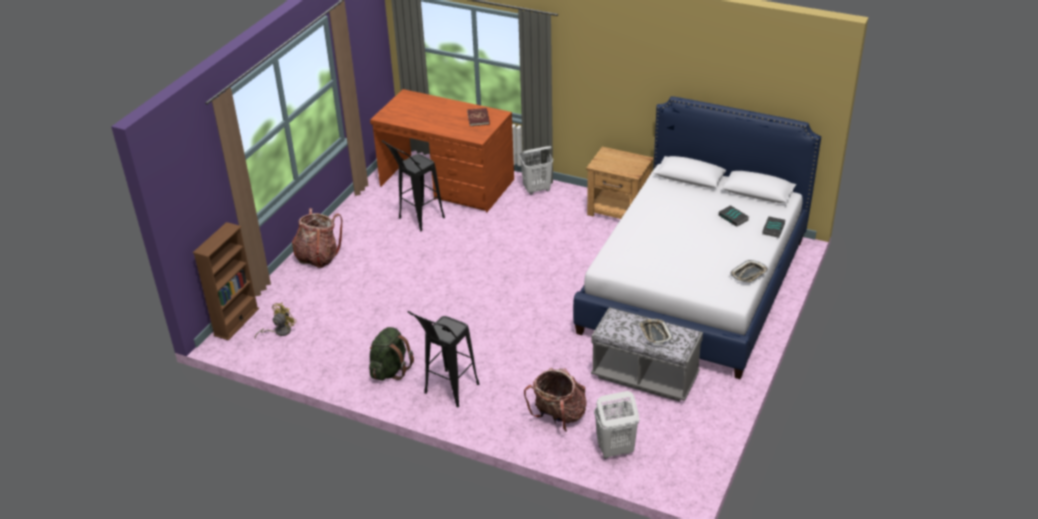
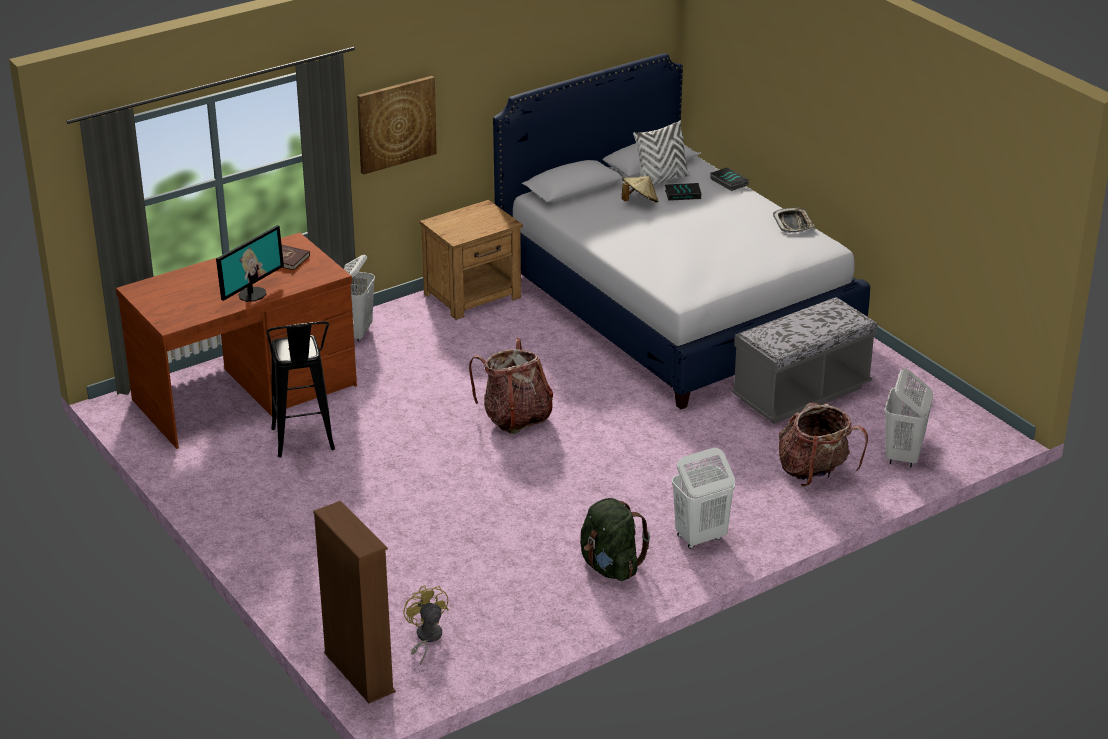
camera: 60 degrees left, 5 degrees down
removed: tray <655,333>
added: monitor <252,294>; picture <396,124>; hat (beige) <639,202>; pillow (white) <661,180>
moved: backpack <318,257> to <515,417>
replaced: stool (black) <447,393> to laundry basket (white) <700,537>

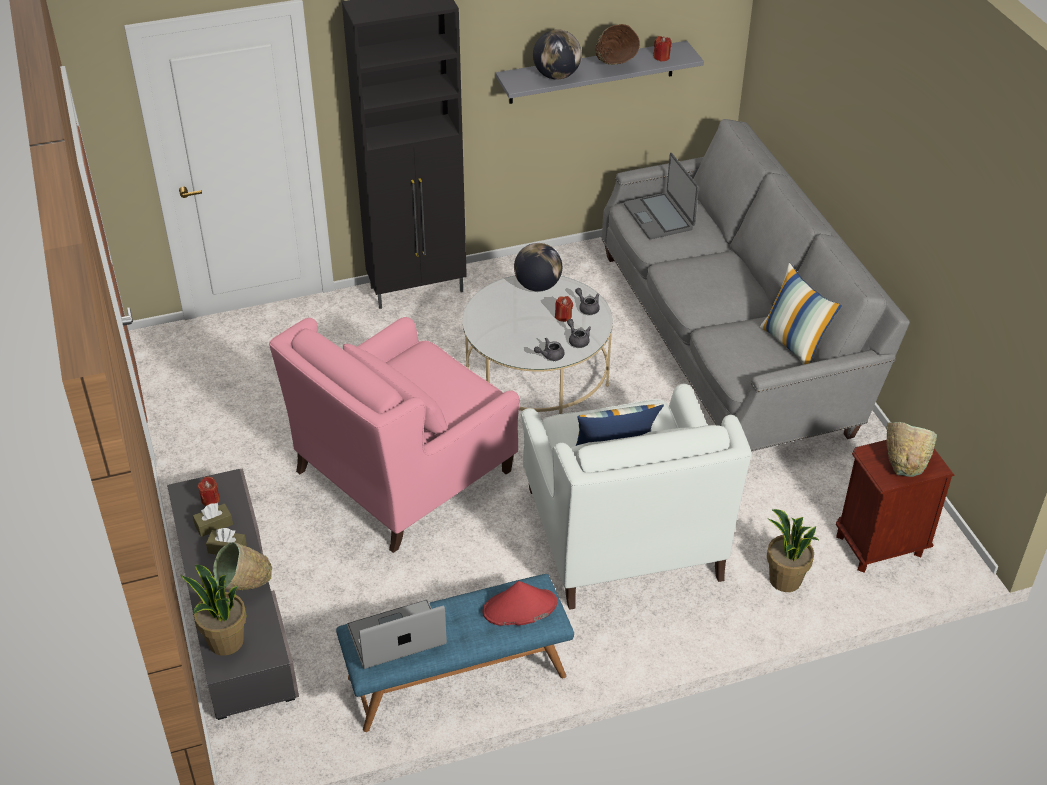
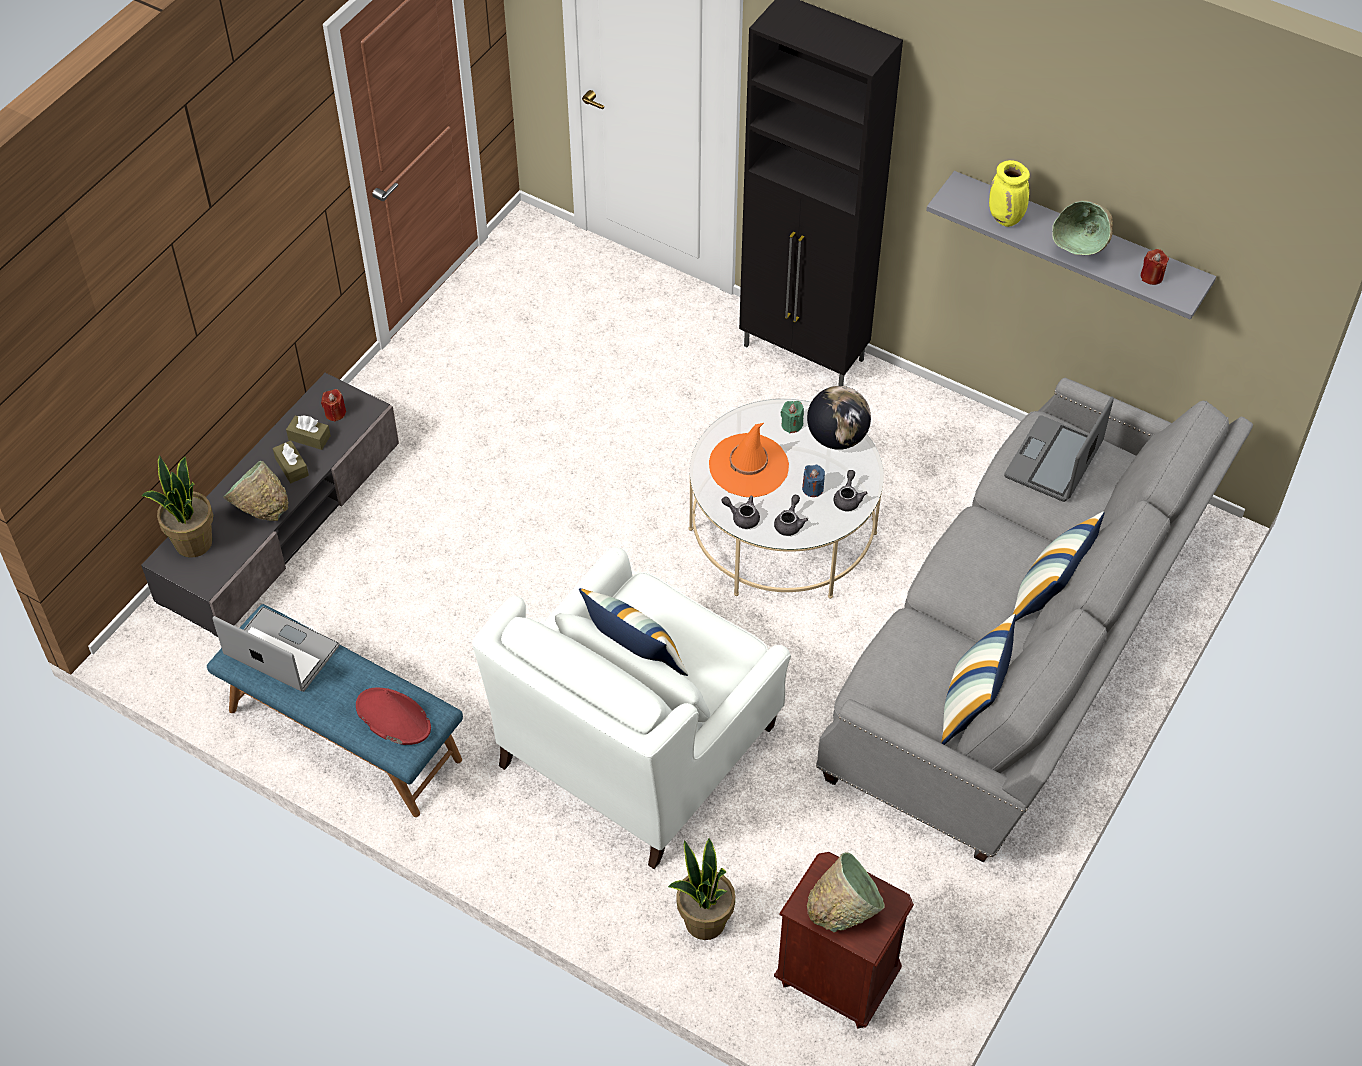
camera: 50 degrees right, 10 degrees up
removed: armchair (pink) <404,470>
added: hat (orange) <748,466>; candle (green) <791,425>; pillow <1049,596>
replaced: globe <556,76> to vase (yellow) <1006,219>
recoloured: candle (red) <563,316> to candle (blue) <812,488>; bowl (brown) <614,67> to bowl (green) <1081,252>

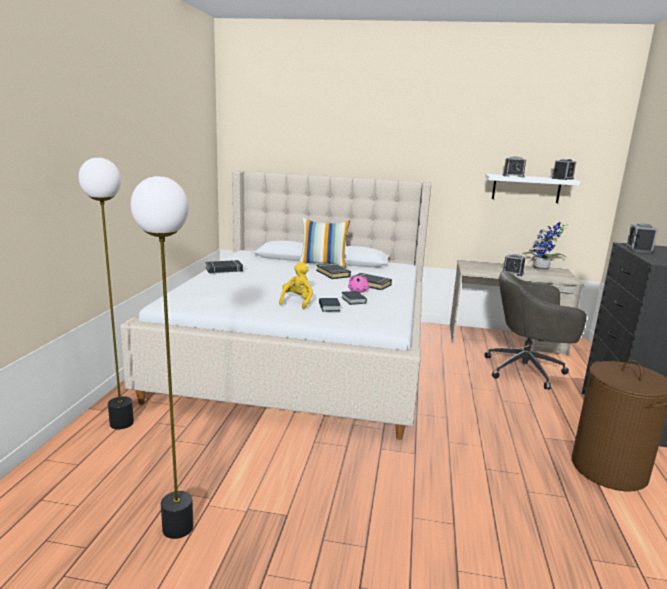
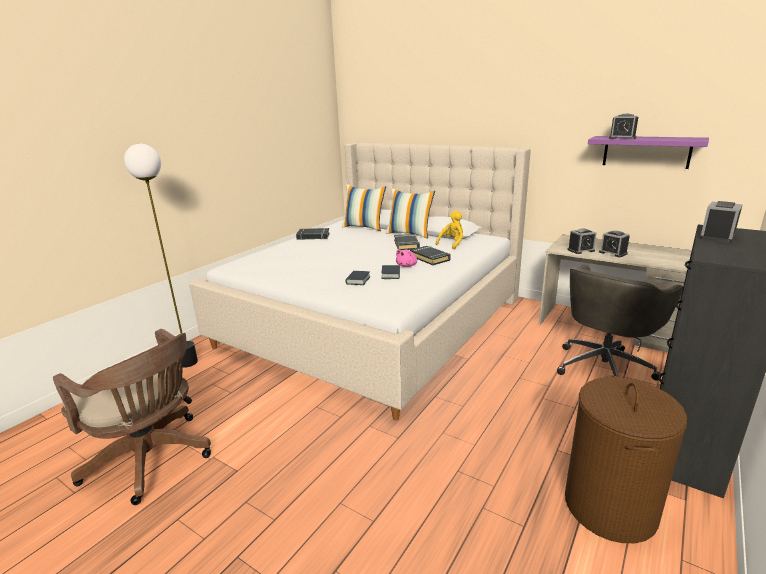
camera: 25 degrees right, 5 degrees up
removed: potted plant <542,269>
added: pillow <364,227>
moved: plush toy (yellow) <297,302> to <452,244>; alarm clock <562,179> to <580,250>
replaced: floor lamp <178,528> to office chair (brown) <152,460>
recoloured: shelf (white) <526,188> to shelf (purple) <646,152>
turned: office chair (grey) <526,370> = <604,367> 75 degrees counterclockwise

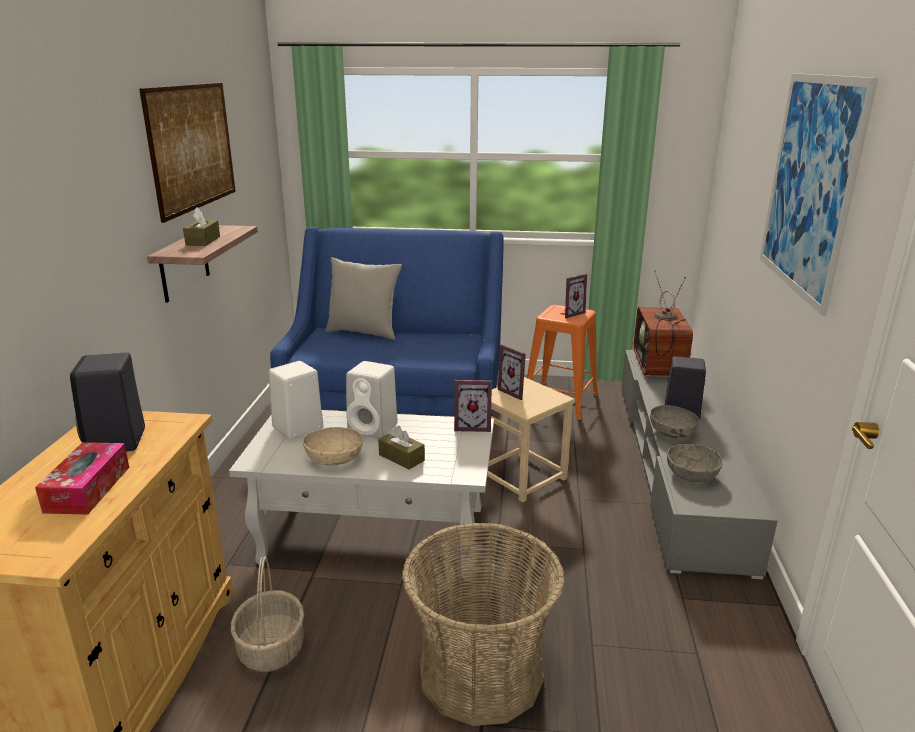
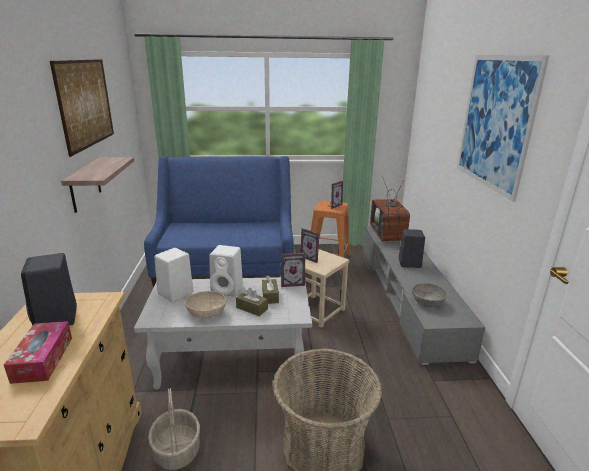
camera: 10 degrees left, 0 degrees up
removed: pillow (grey) <364,332>; bowl (grey) <672,432>
moved: tissue box (brown) <203,241> to <270,296>

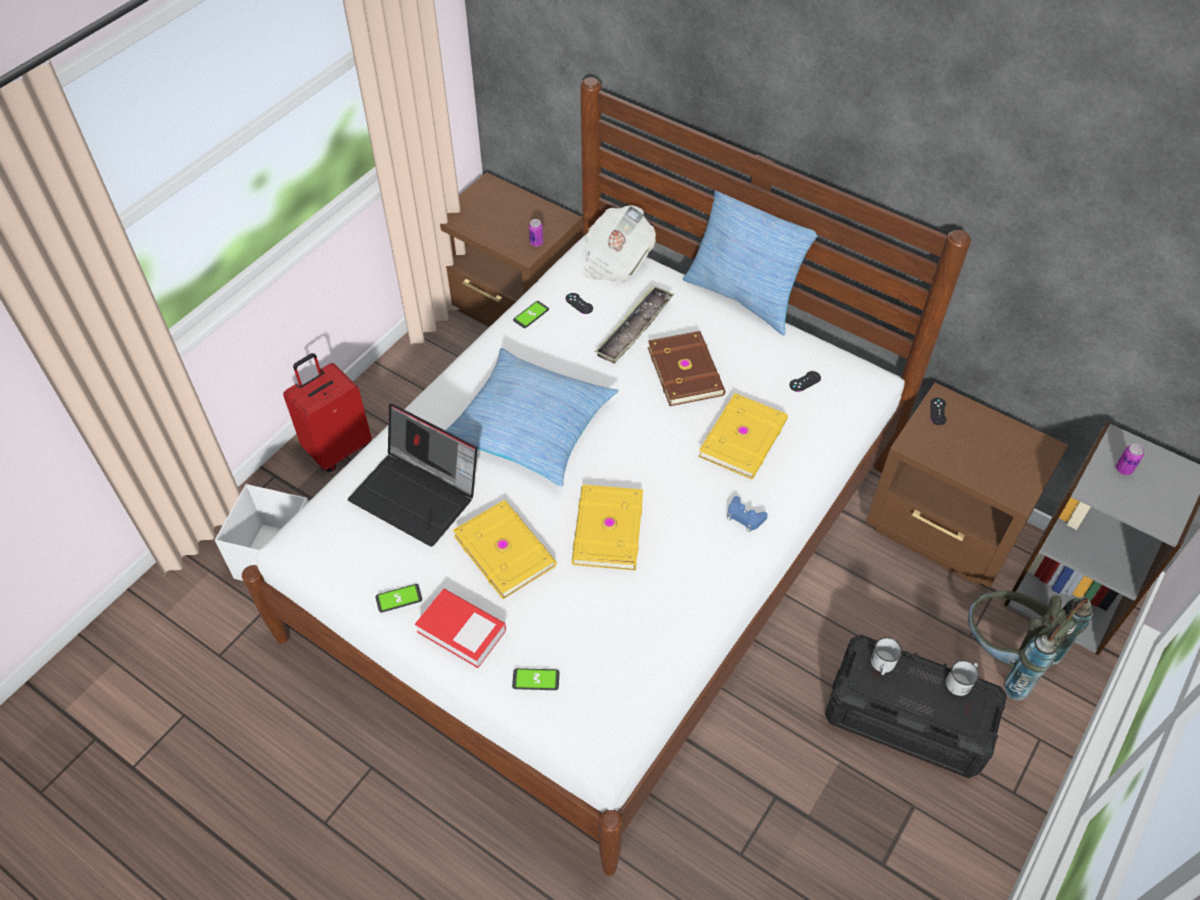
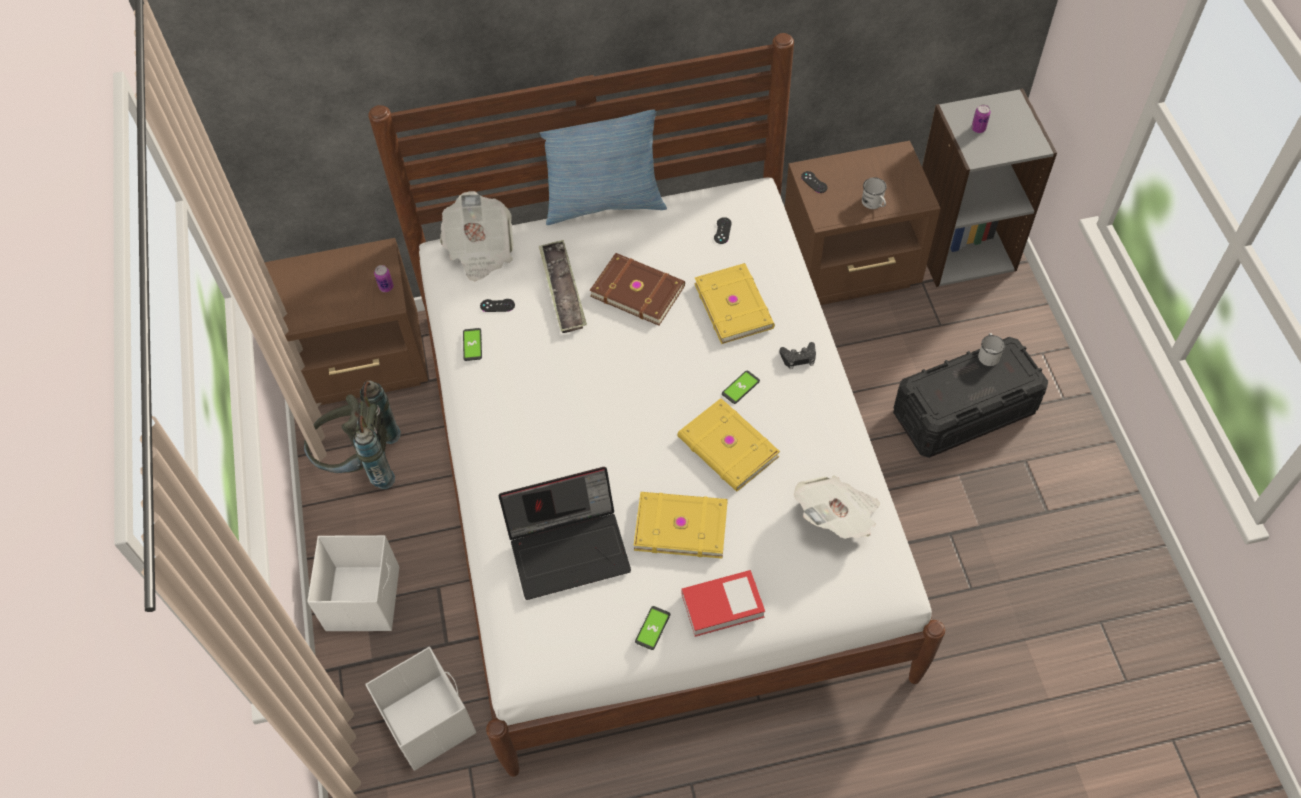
camera: 45 degrees left, 5 degrees up
removed: pillow <530,426>
added: newspaper <837,517>
moved: backpack (grey) <1003,656> to <360,463>; phone <536,680> to <740,387>; mug (white) <882,665> to <874,204>
replaced: suitcase (red) <338,448> to storage box (white) <364,598>
recoloured: game controller (blue) <744,517> to game controller (black) <798,358>

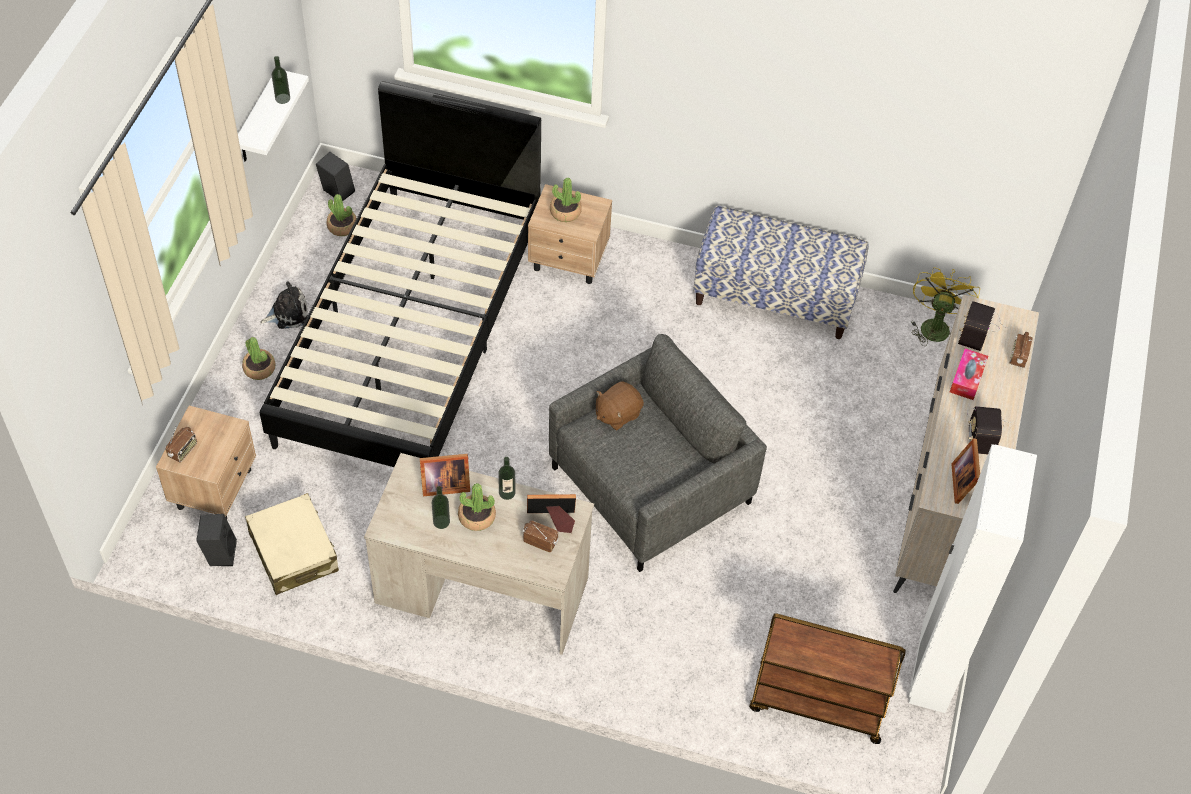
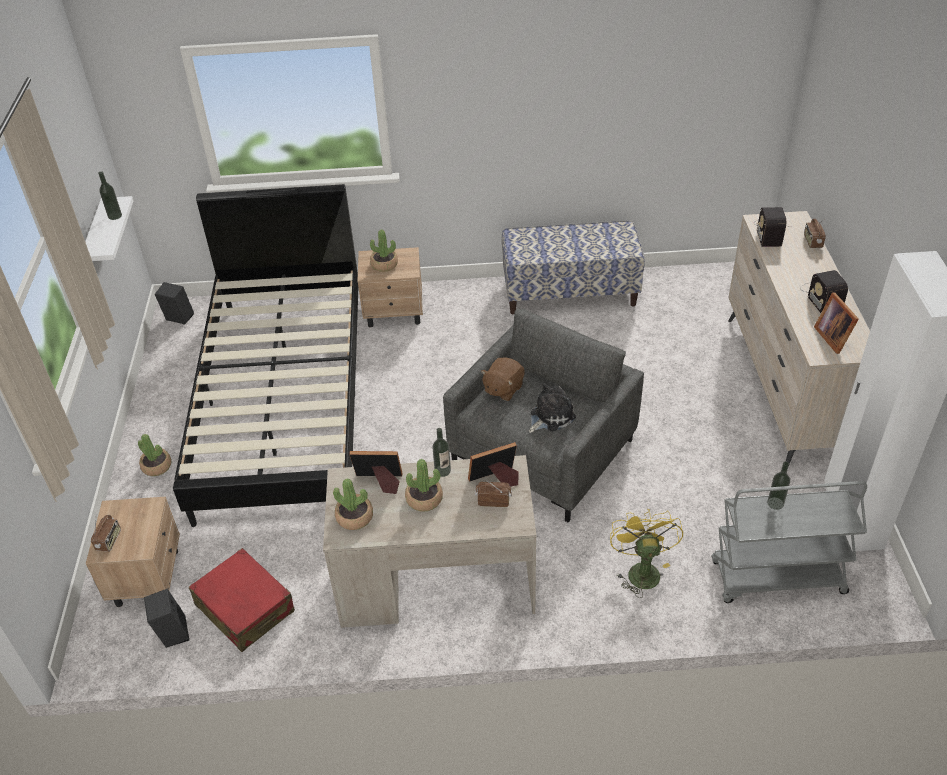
camera: 15 degrees left, 10 degrees down
removed: tissue box <967,378>
moved: potted plant <342,226> to <354,517>; plush toy <288,313> to <550,416>; fan (yellow) <934,325> to <641,570>; bottle <441,522> to <775,503>
recoloured: suitcase (beige) <293,552> to suitcase (red) <245,608>; cart (brown) <817,704> to cart (grey) <776,578>
turned: picture frame <443,484> = <380,482> 150 degrees counterclockwise

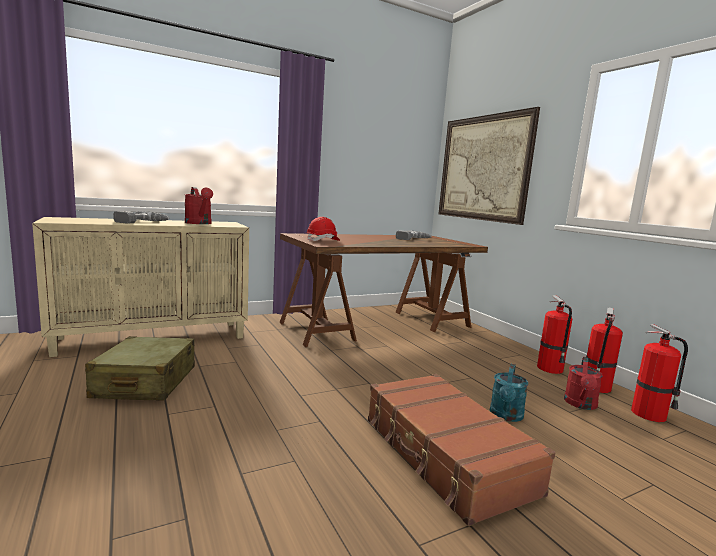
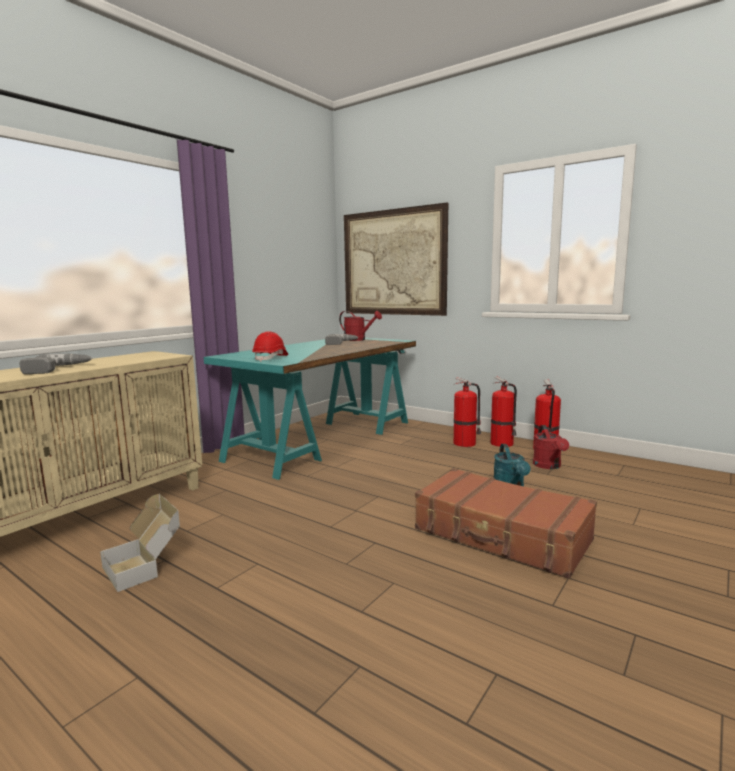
camera: 25 degrees left, 0 degrees up
moved: watering can (red) <199,223> to <358,340>; fire extinguisher <650,415> to <465,443>
replaced: suitcase (beige) <145,383> to cardboard box <145,566>
recoloured: desk (brown) <378,324> to desk (turquoise) <323,440>

